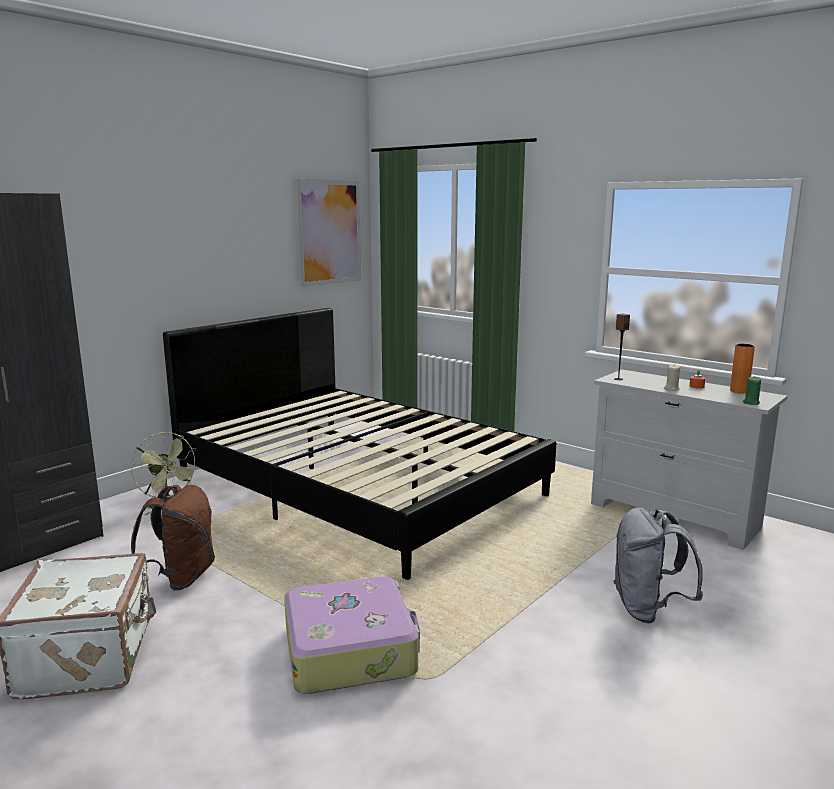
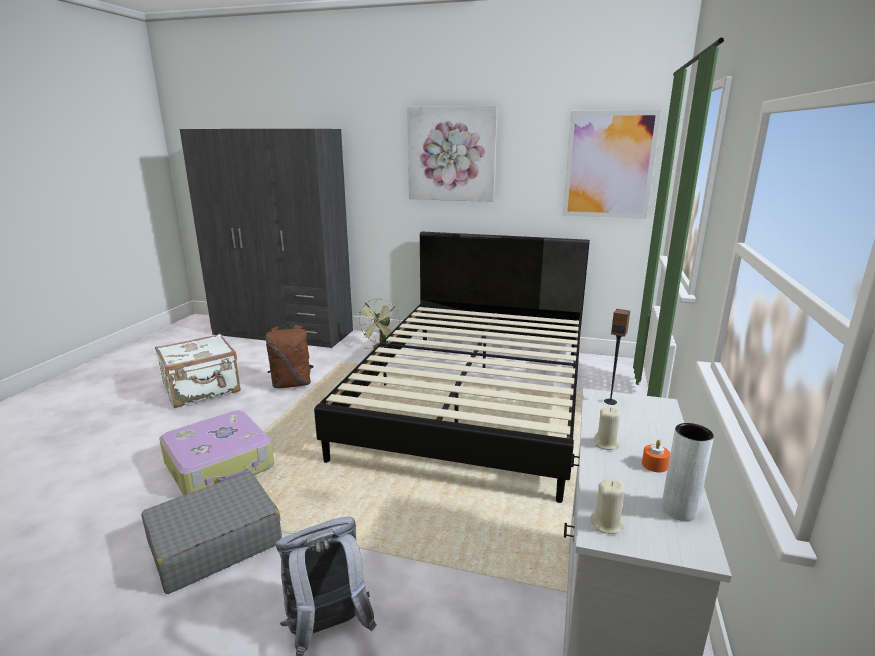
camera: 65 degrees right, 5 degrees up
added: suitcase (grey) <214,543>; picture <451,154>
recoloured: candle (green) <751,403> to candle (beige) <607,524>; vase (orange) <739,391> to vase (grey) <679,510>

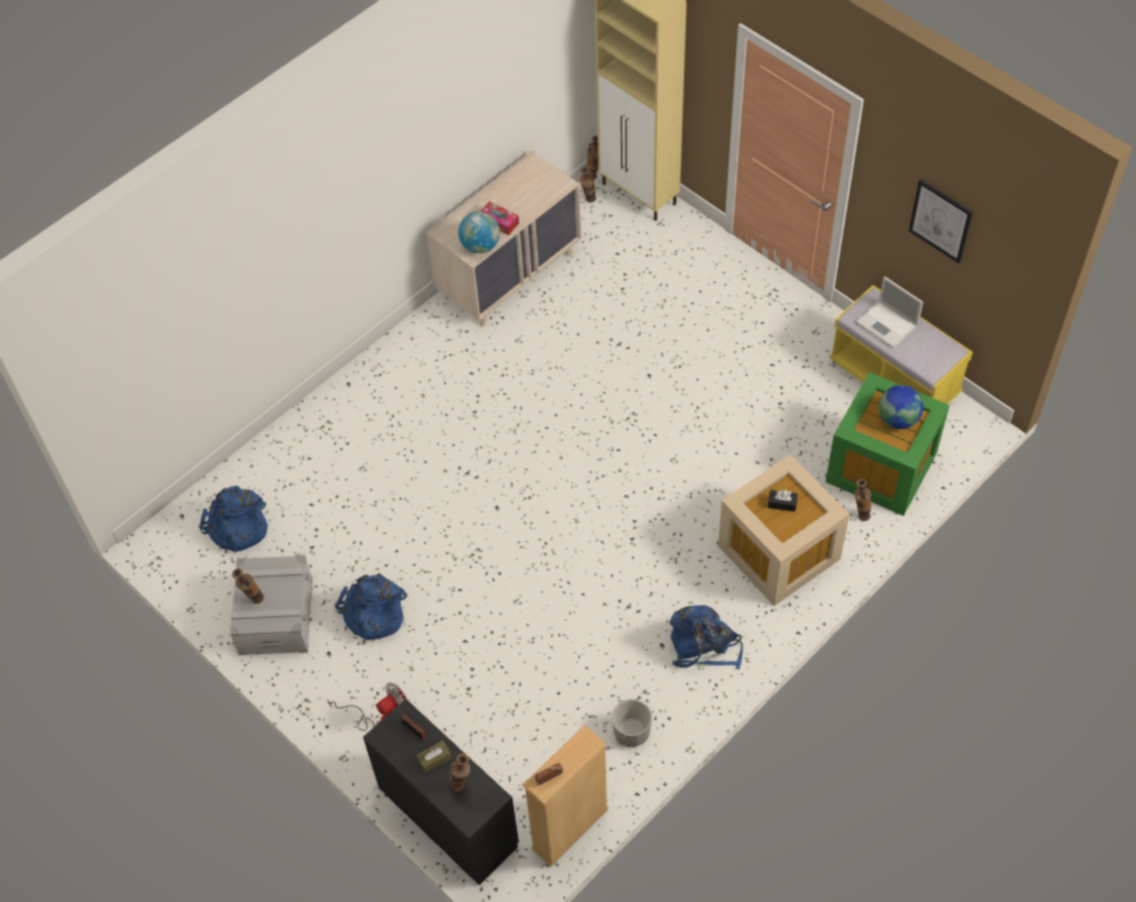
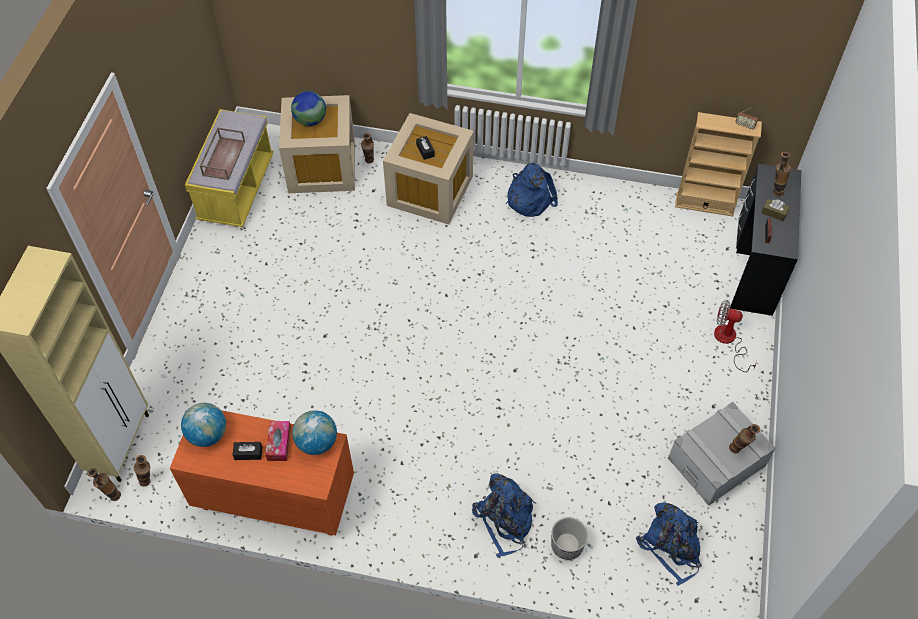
camera: 125 degrees left, 0 degrees up
removed: picture <940,220>
added: globe <208,434>; tissue box (black) <248,453>
moved: backpack (blue) <373,613> to <505,520>; planter <632,731> to <566,545>
replaced: laptop <888,324> to tray (brown) <223,158>
recoloured: dresser (beige) <509,274> to dresser (orange) <274,497>; storage box (green) <882,469> to storage box (beige) <323,166>

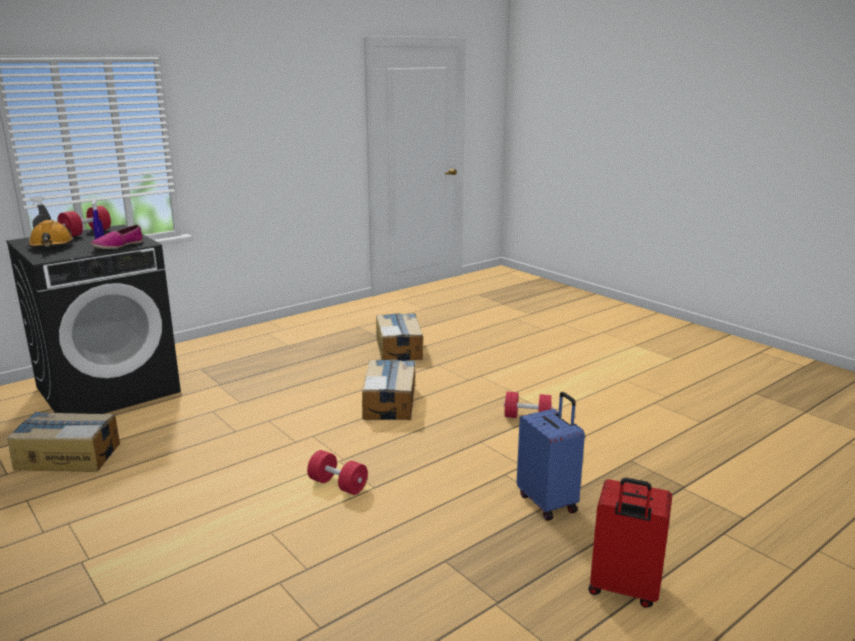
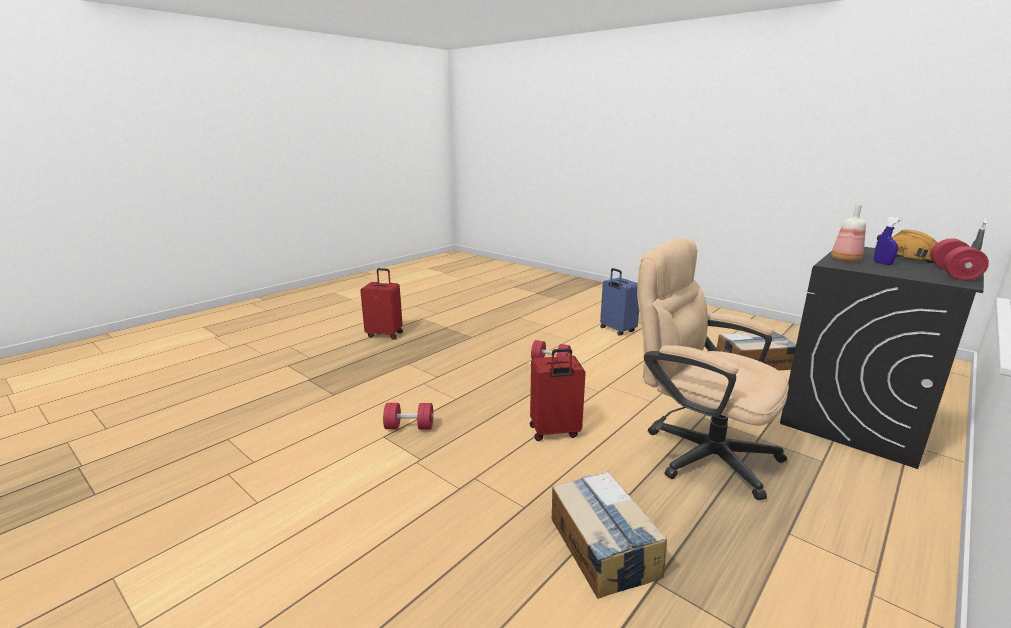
camera: 170 degrees right, 0 degrees up
added: office chair (beige) <698,451>
moved: suitcase (blue) <548,502> to <617,330>
replaced: cardboard box <390,402> to suitcase (red) <554,432>; shoe <118,246> to bottle <844,260>

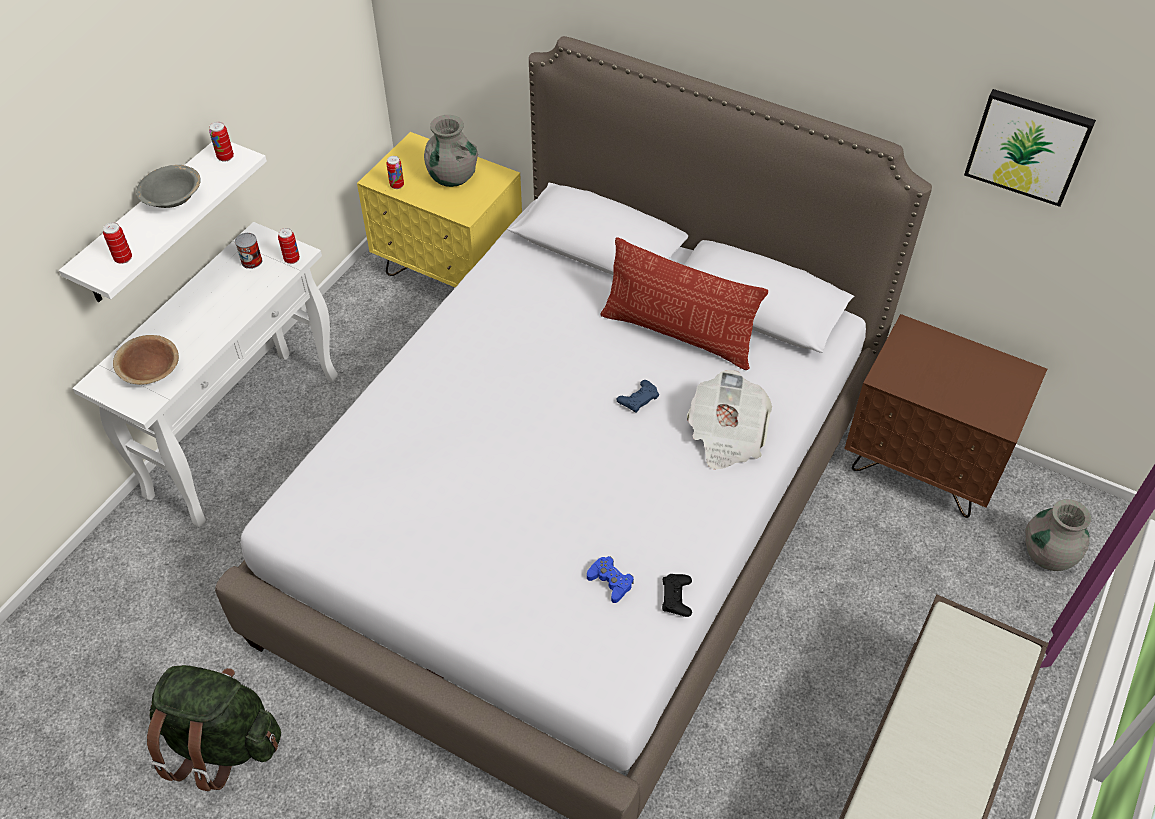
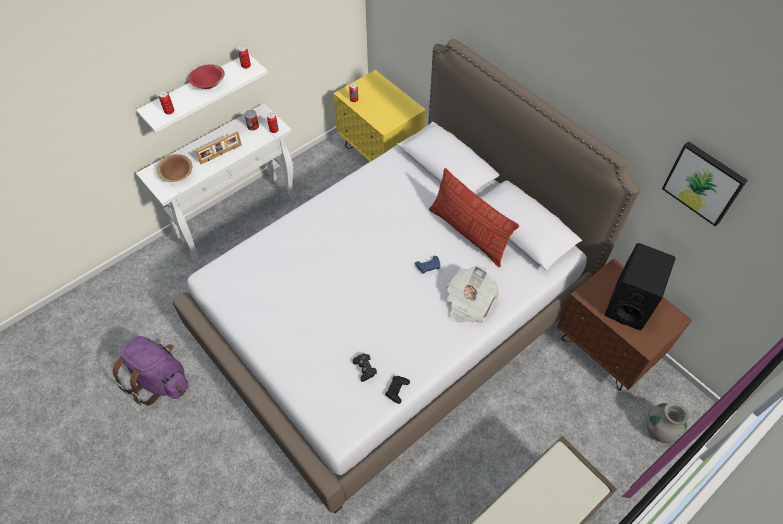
camera: 20 degrees right, 5 degrees up
removed: vase (grey) <452,177>
added: picture frame <221,154>; speaker (black) <629,303>
recoloured: backpack (green) <221,743> to backpack (purple) <160,380>; bowl (grey) <173,199> to bowl (red) <208,84>; game controller (blue) <610,582> to game controller (black) <364,368>

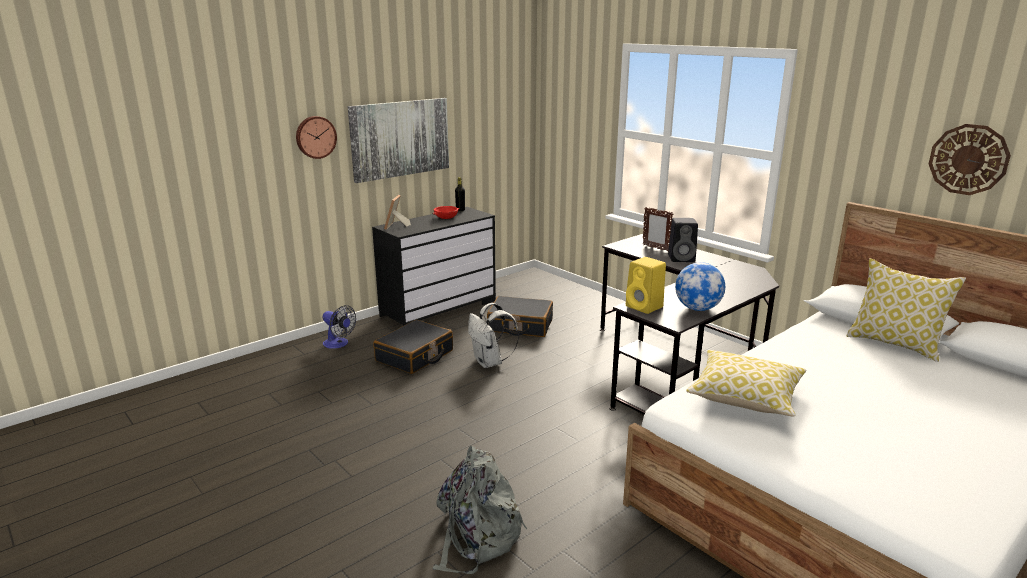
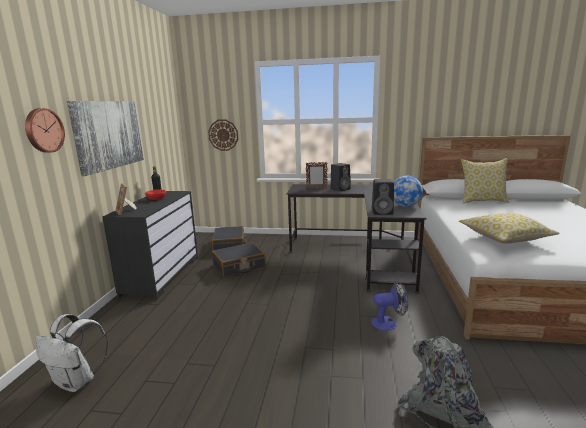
camera: 40 degrees left, 5 degrees down
moved: backpack (white) <490,362> to <77,381>; wall clock <968,159> to <223,135>; suitcase (black) <415,356> to <229,245>; fan <339,344> to <388,323>
recoloured: speaker (yellow) <645,307> to speaker (black) <383,212>

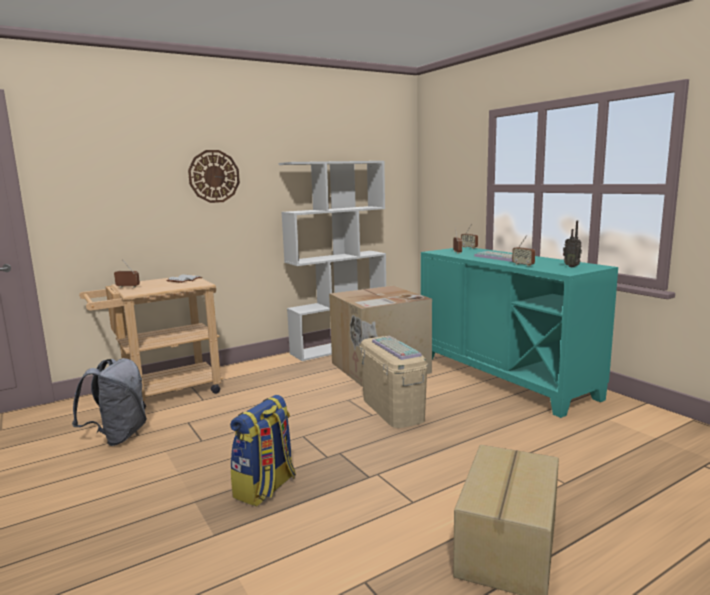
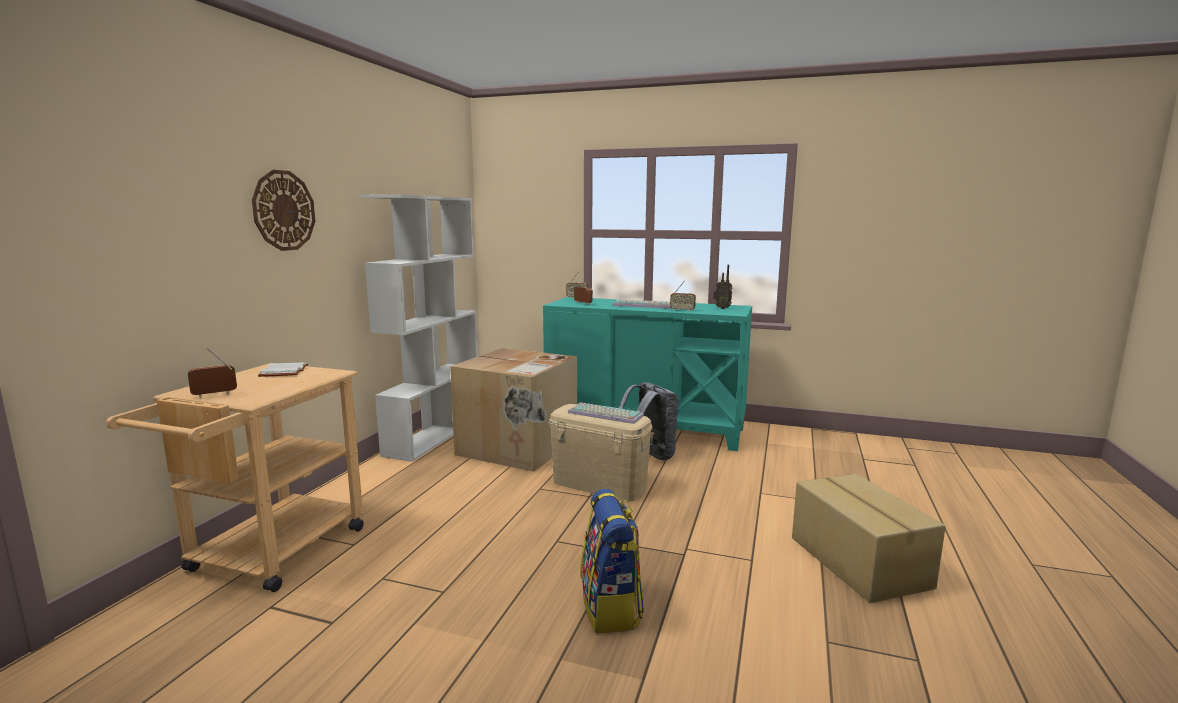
camera: 40 degrees left, 0 degrees up
moved: backpack (grey) <118,436> to <648,456>

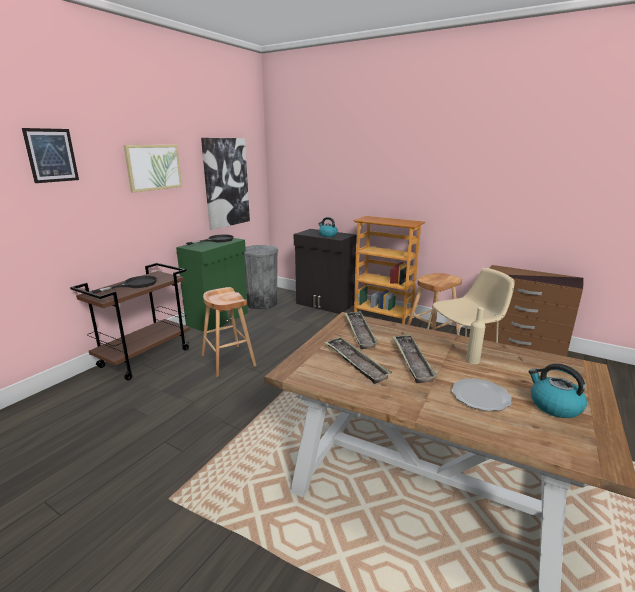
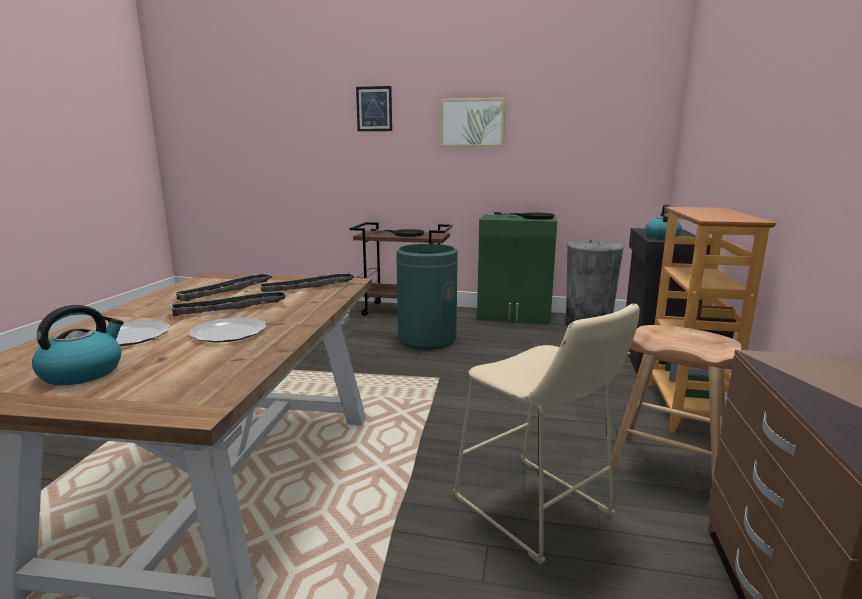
camera: 70 degrees right, 5 degrees down
removed: picture <226,183>
replaced: bottle (beige) <472,361> to plate <229,333>; stool (brown) <228,360> to trash can (green) <427,339>

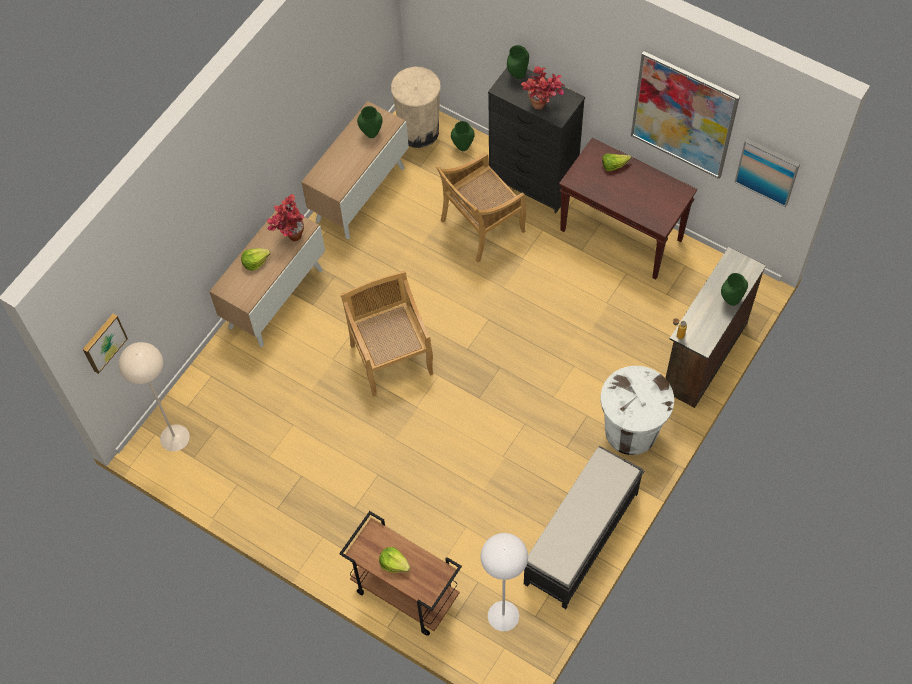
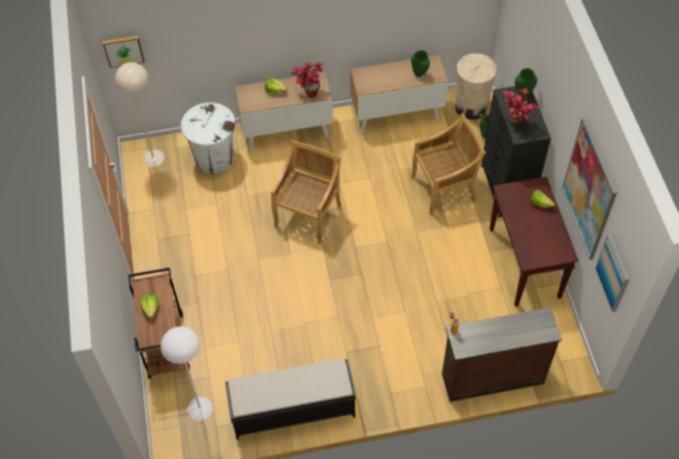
camera: 45 degrees right, 5 degrees down
removed: vase (green) <731,301>
moved: trash can (white) <631,431> to <214,158>
turned: chair (beige) <481,227> = <444,188> 150 degrees clockwise

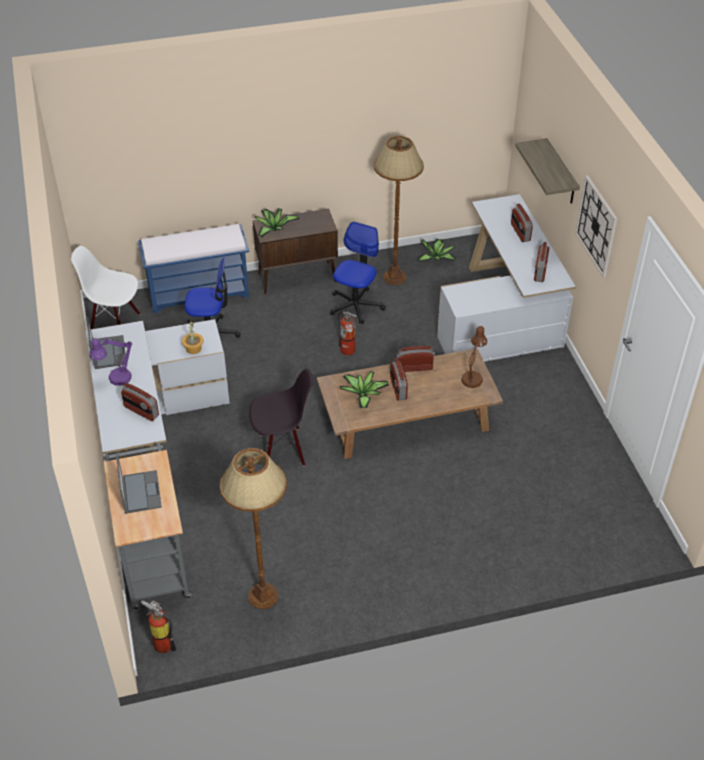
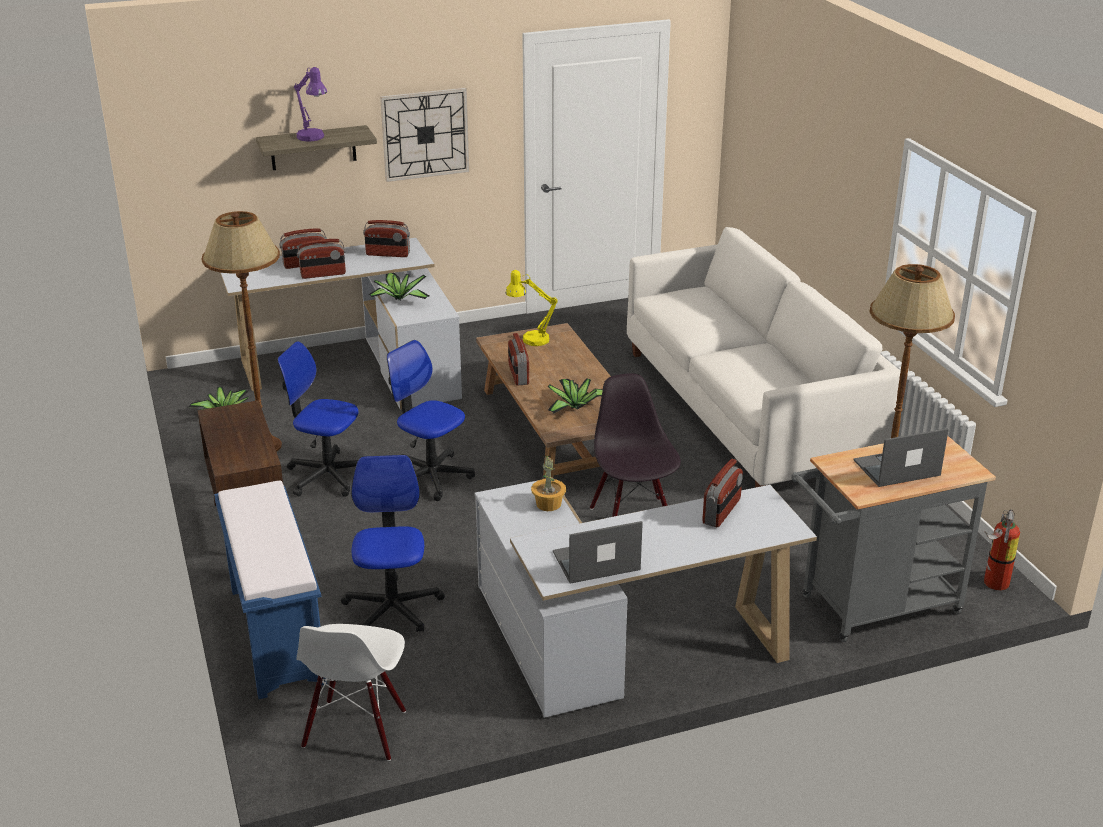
camera: 95 degrees left, 15 degrees down
added: sofa (white) <747,409>
moved: table lamp (purple) <115,379> to <313,138>; radio <398,388> to <323,274>; potted plant <274,228> to <398,299>
replaced: fire extinguisher <348,352> to office chair <430,477>
recoloured: table lamp (brown) <473,377> to table lamp (yellow) <530,339>

